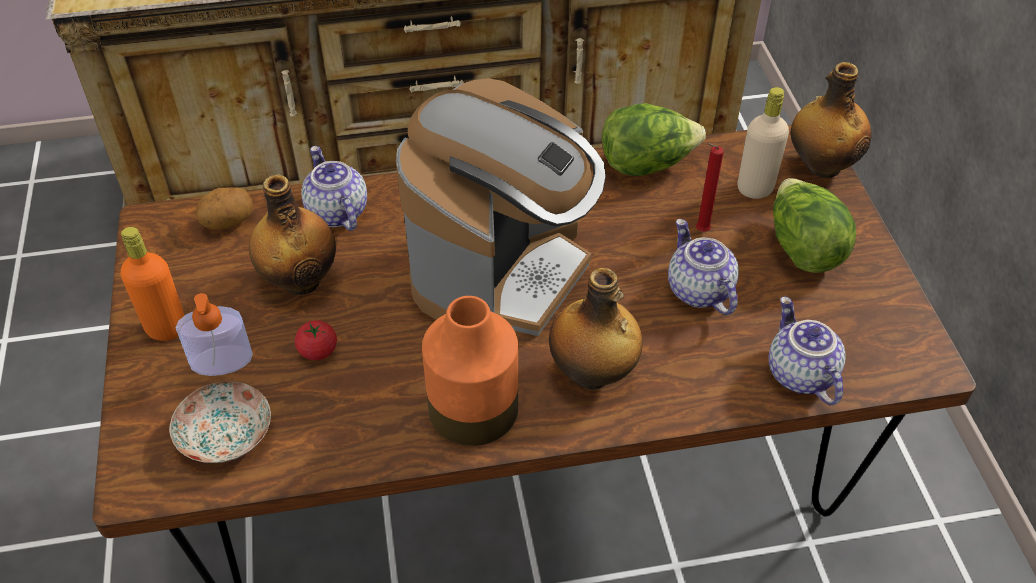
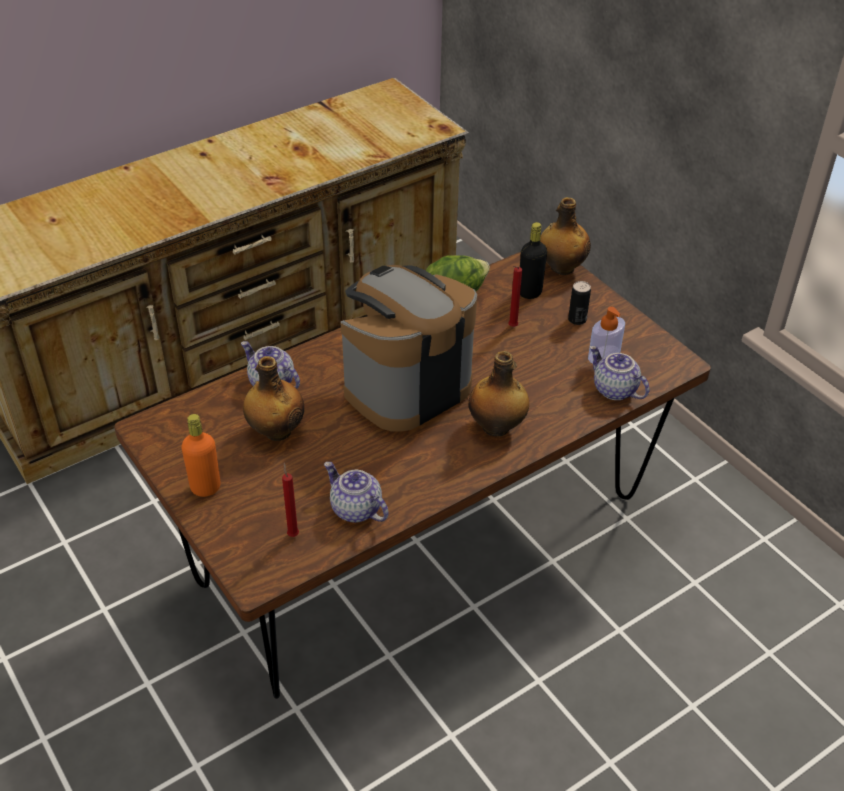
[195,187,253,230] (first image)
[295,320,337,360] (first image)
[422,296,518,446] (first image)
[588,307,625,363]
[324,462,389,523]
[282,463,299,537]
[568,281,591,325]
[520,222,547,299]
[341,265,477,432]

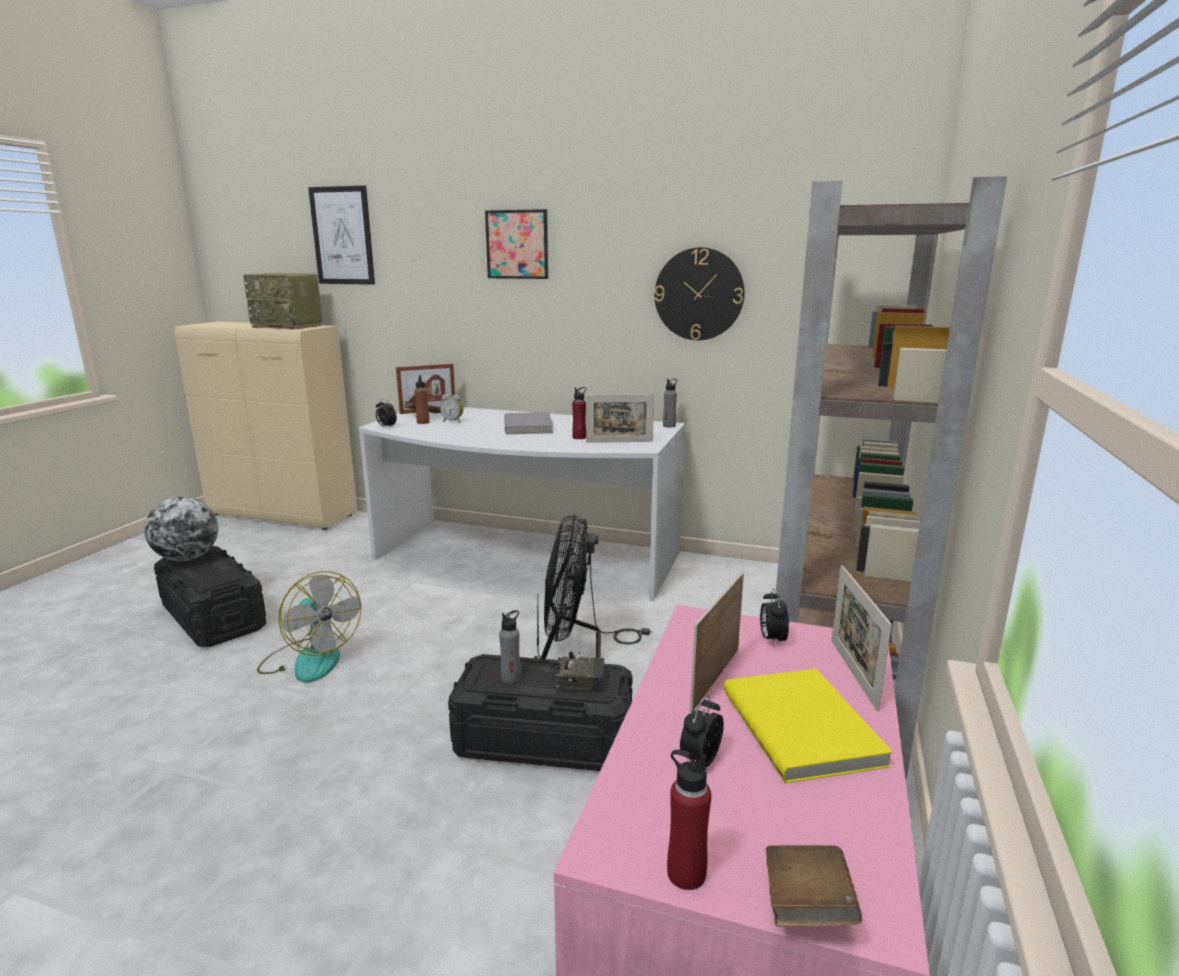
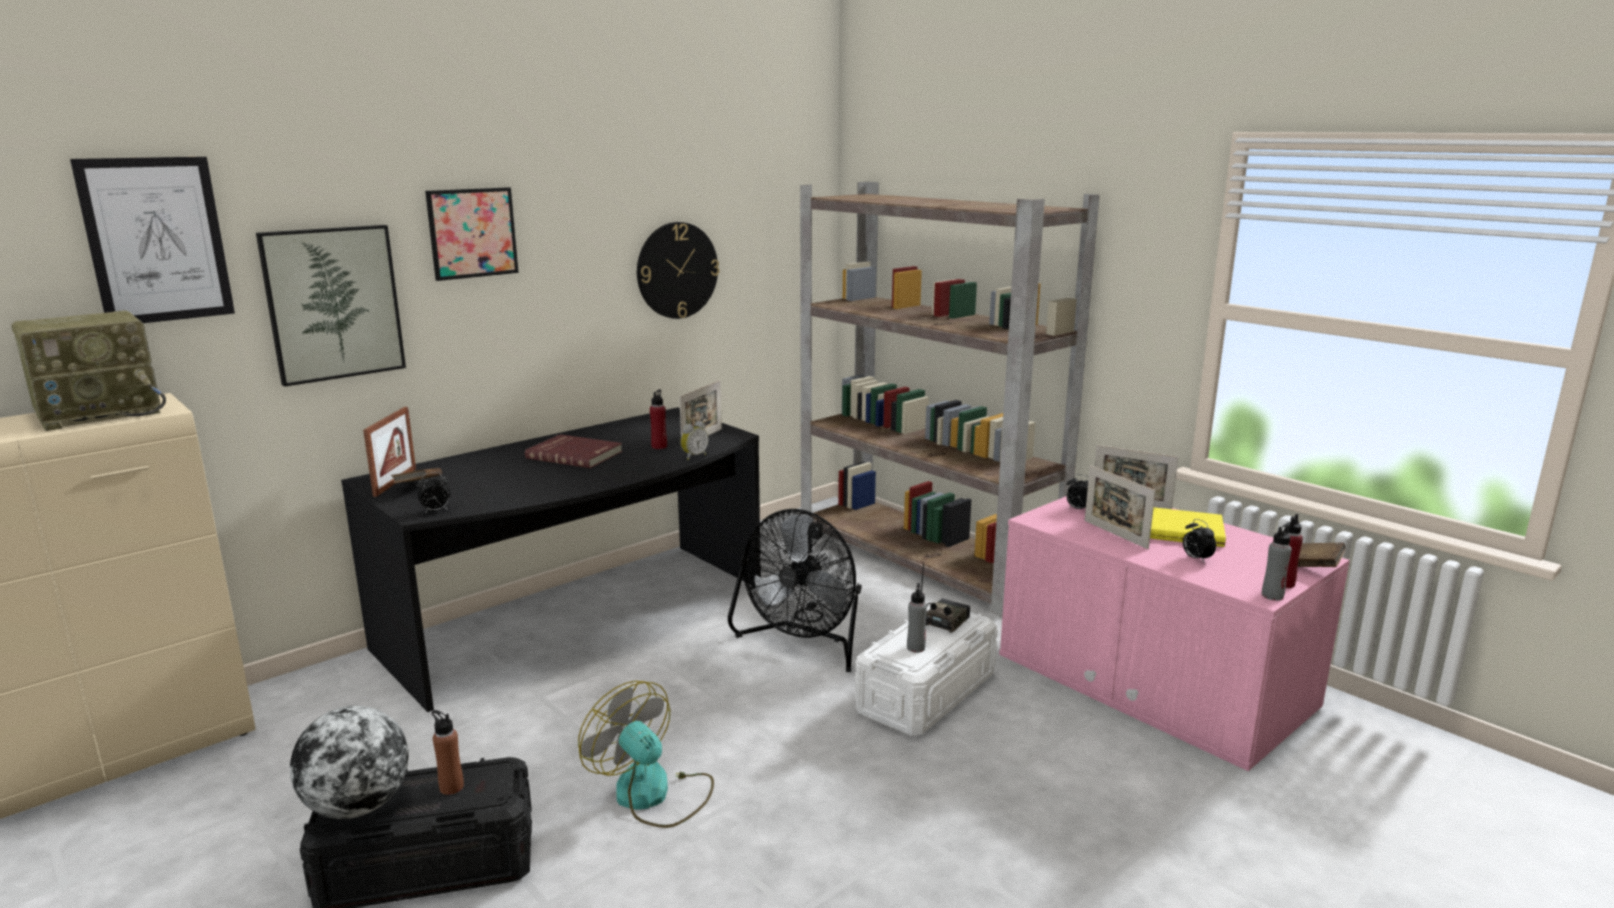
[256,225,406,387]
[432,710,464,795]
[680,421,709,460]
[1262,524,1292,601]
[341,407,761,712]
[855,607,997,736]
[525,434,623,468]
[578,681,714,828]

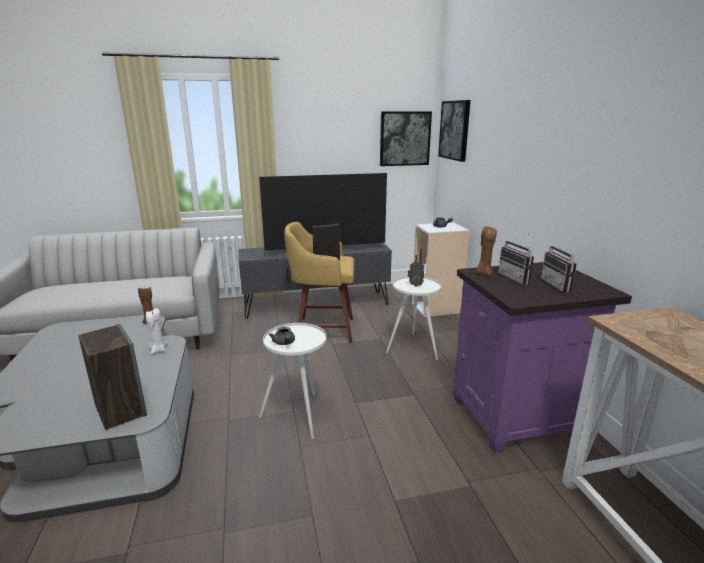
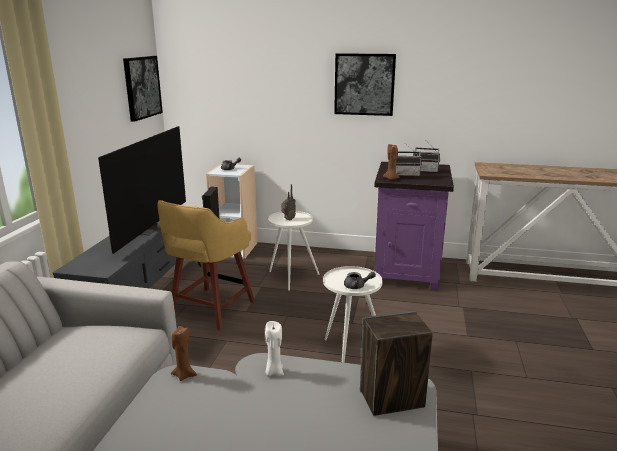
[334,53,396,116]

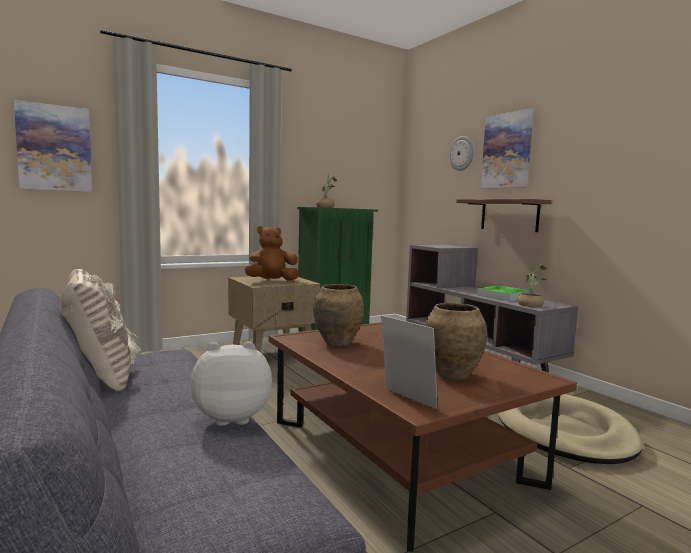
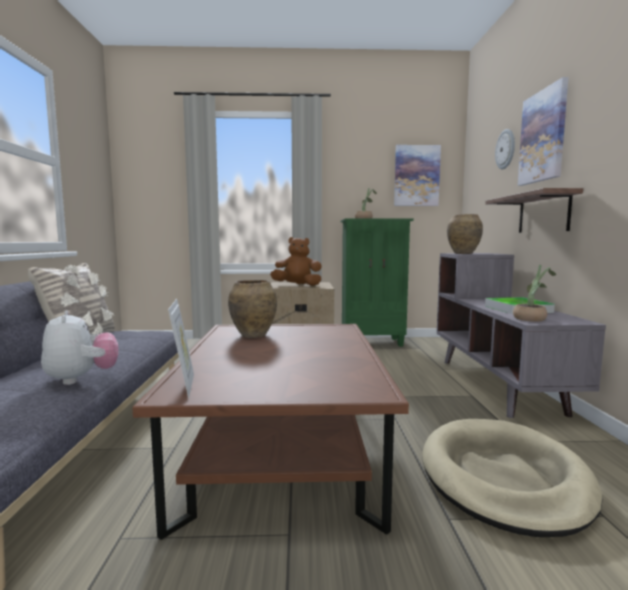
[394,145,441,206]
[447,214,483,254]
[41,311,118,385]

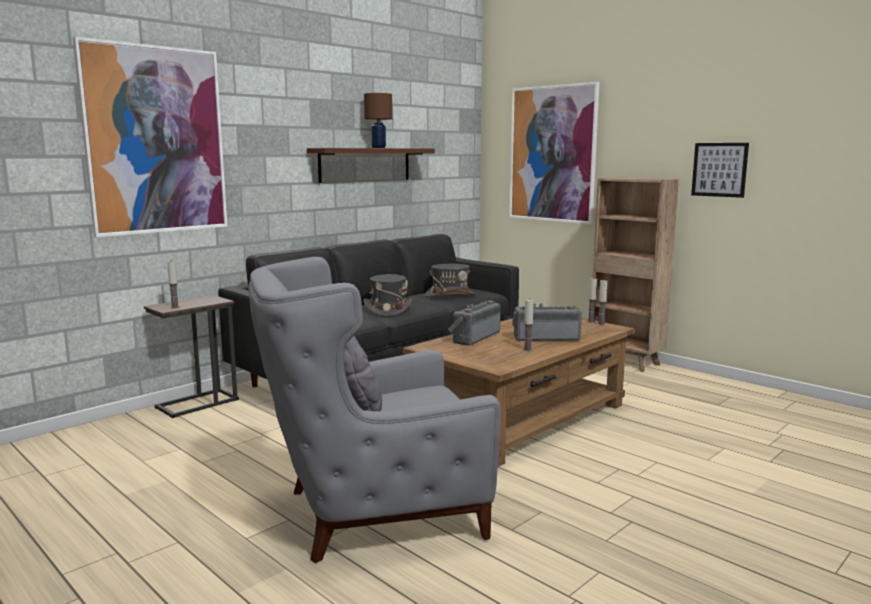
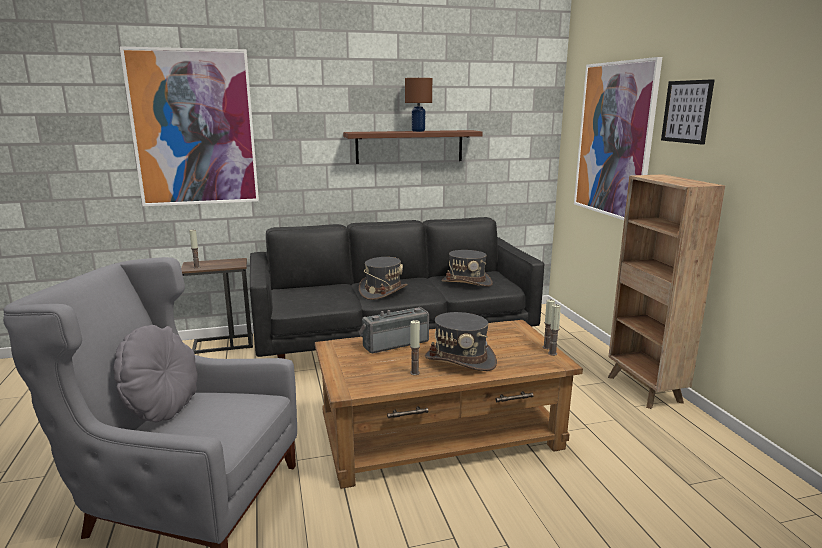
[661,79,715,145]
[425,312,497,371]

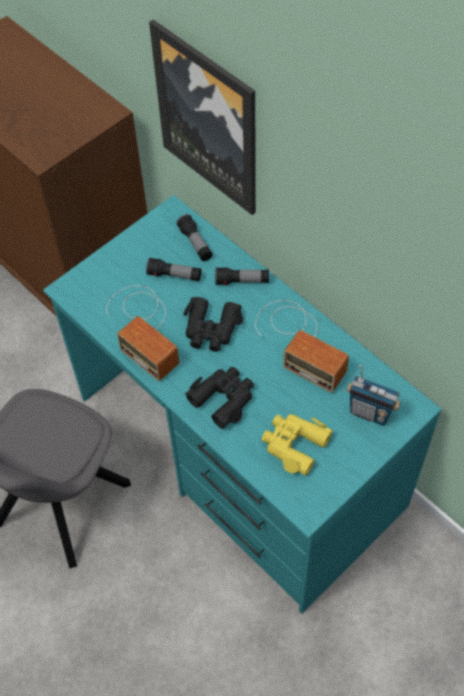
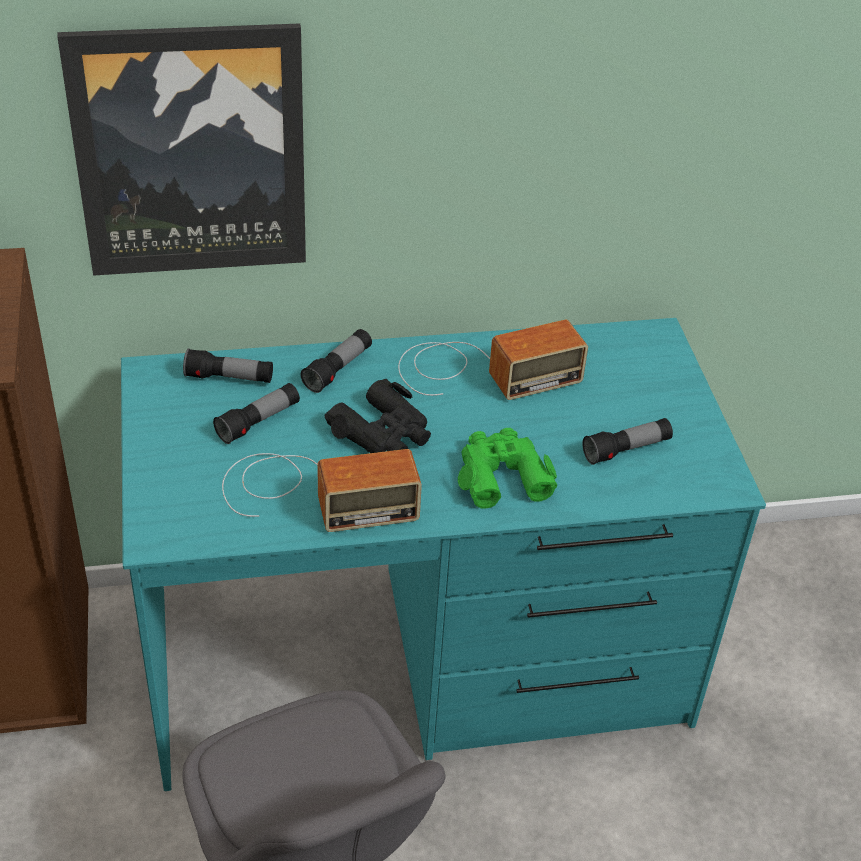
[346,365,401,426] (first image)
[583,418,673,465]
[458,428,557,509]

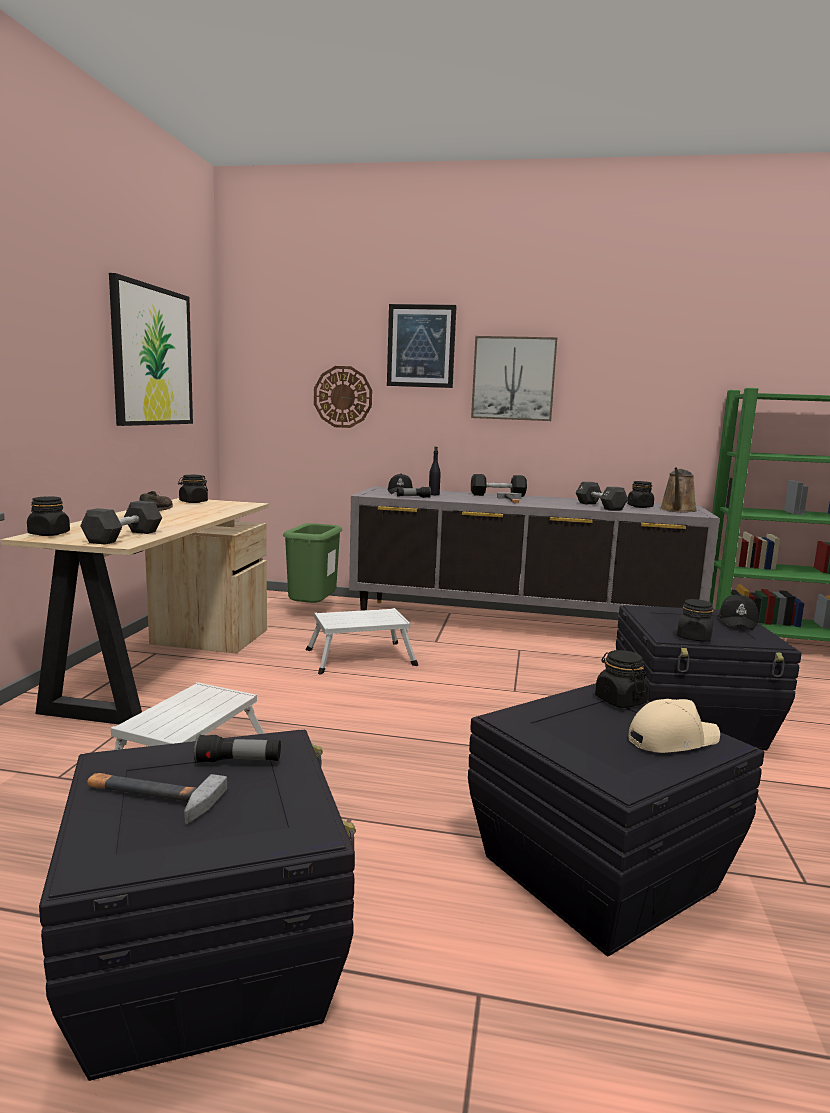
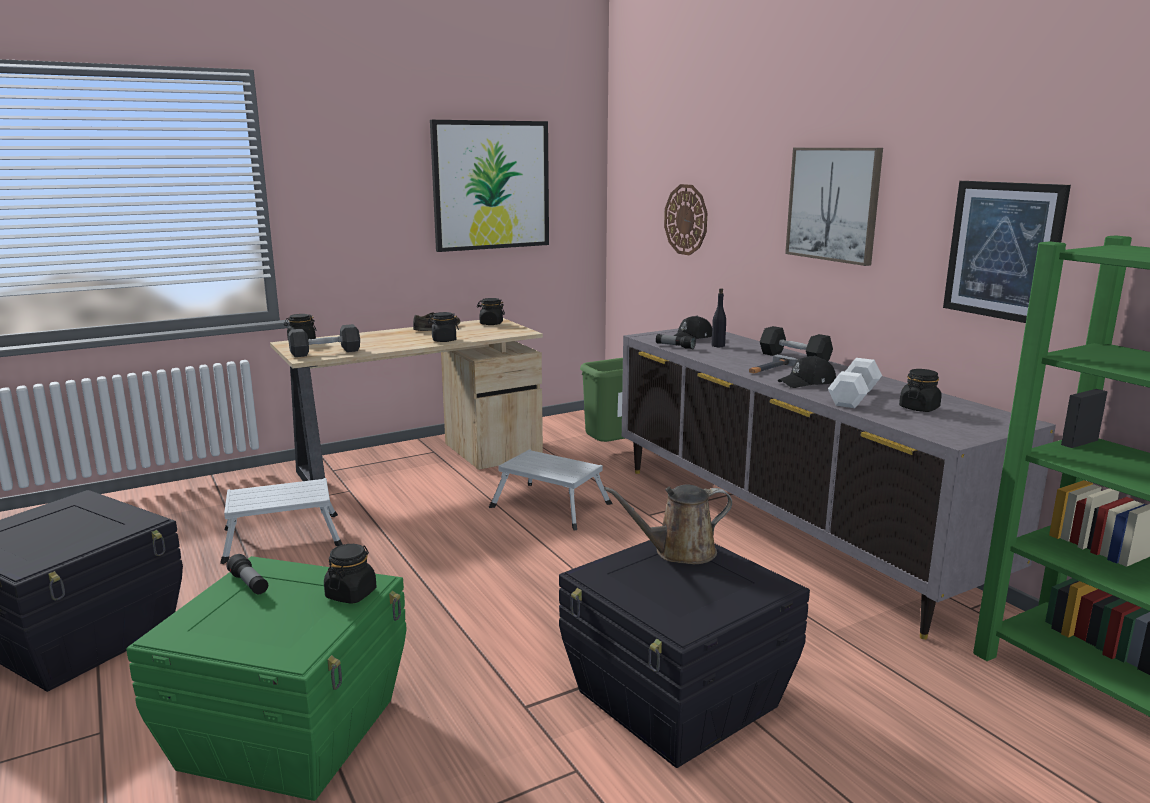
[87,773,227,825] (first image)
[629,699,720,753] (first image)
[226,554,268,594]
[943,181,1071,323]
[604,485,732,564]
[428,312,459,342]
[778,356,836,388]
[126,556,406,801]
[828,358,882,408]

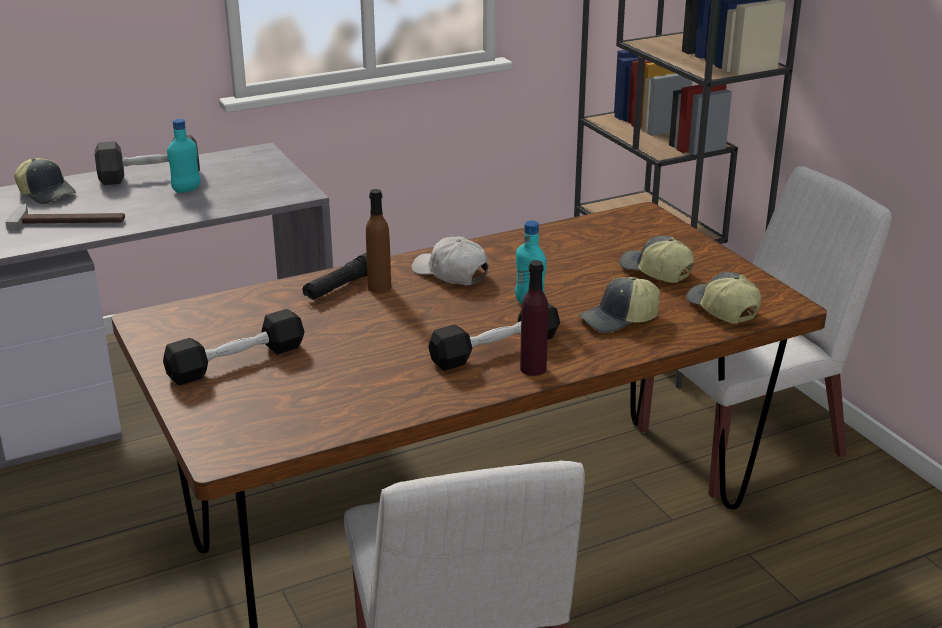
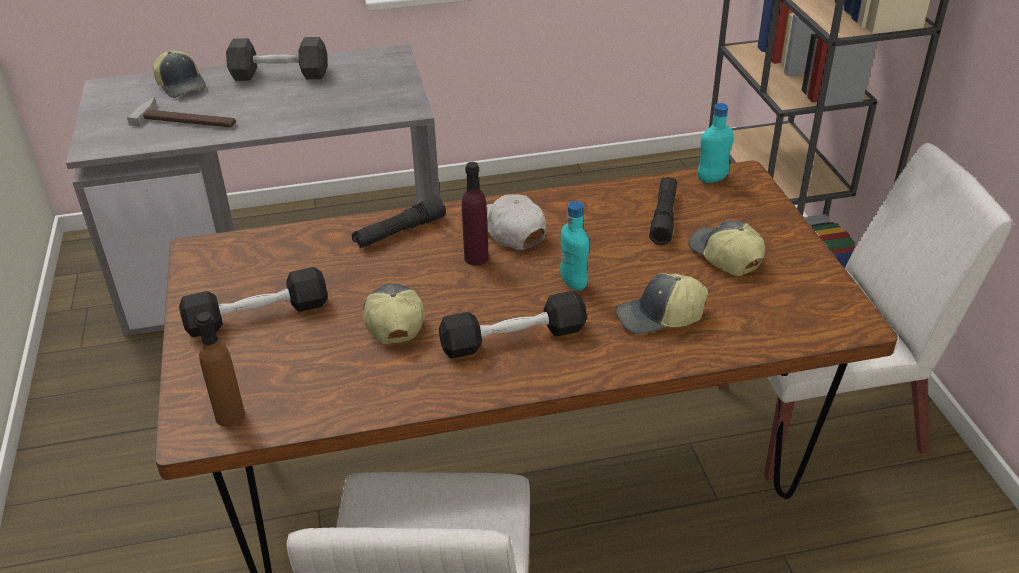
[649,177,677,245]
[697,103,734,183]
[196,312,245,427]
[462,162,489,266]
[363,283,425,344]

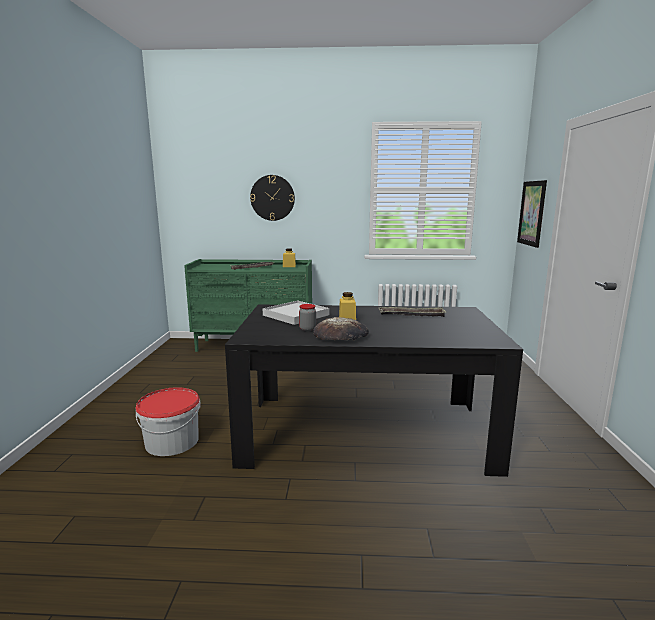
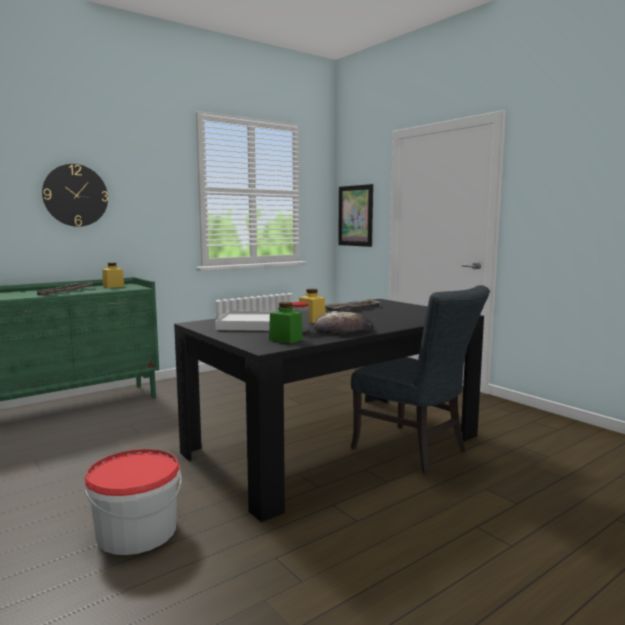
[269,302,303,344]
[351,285,490,475]

